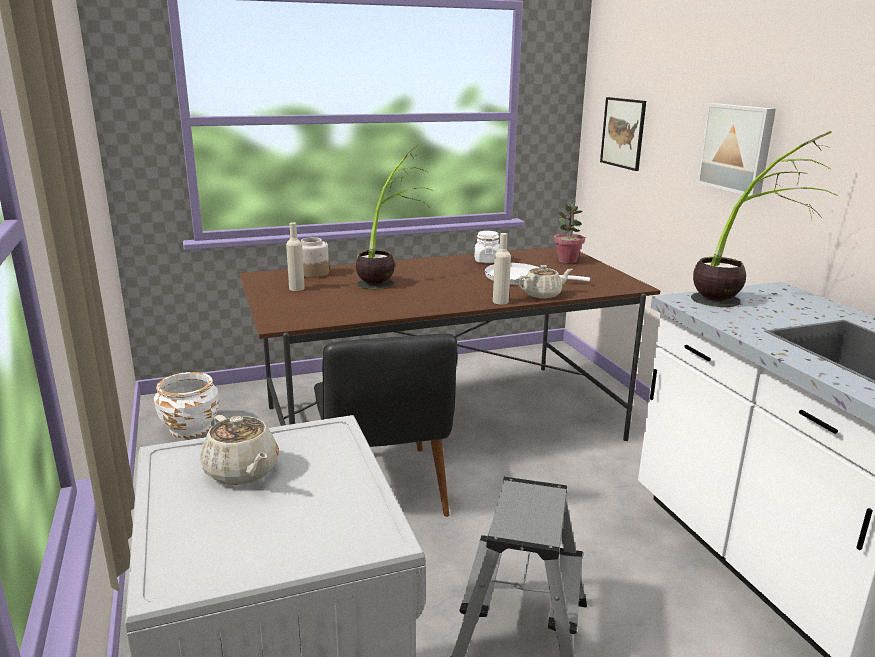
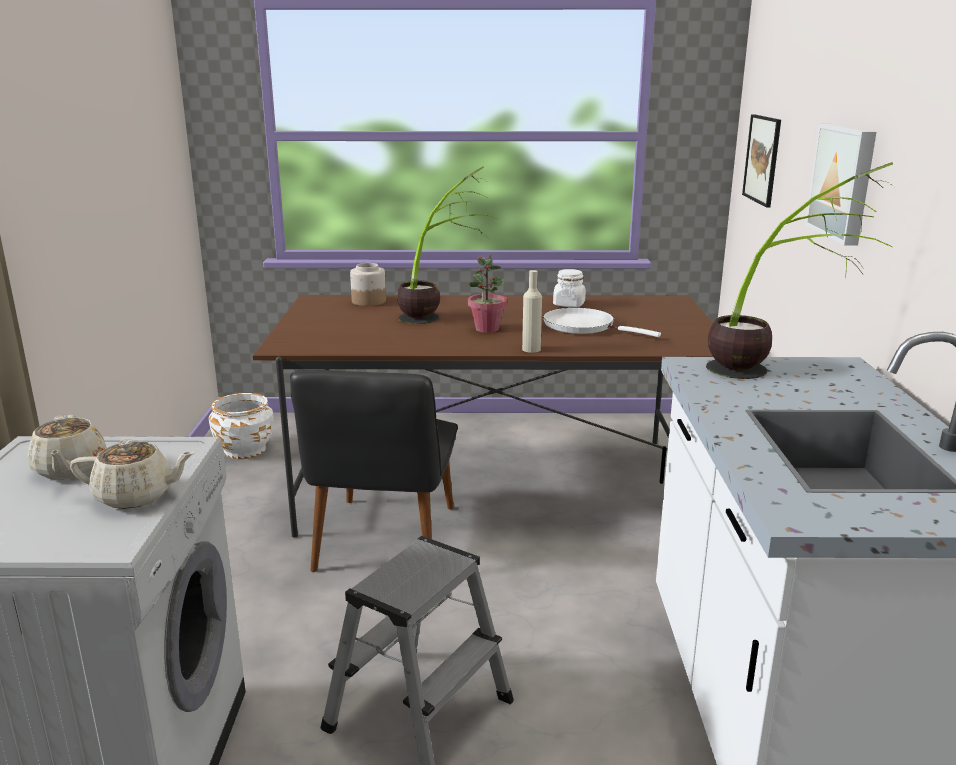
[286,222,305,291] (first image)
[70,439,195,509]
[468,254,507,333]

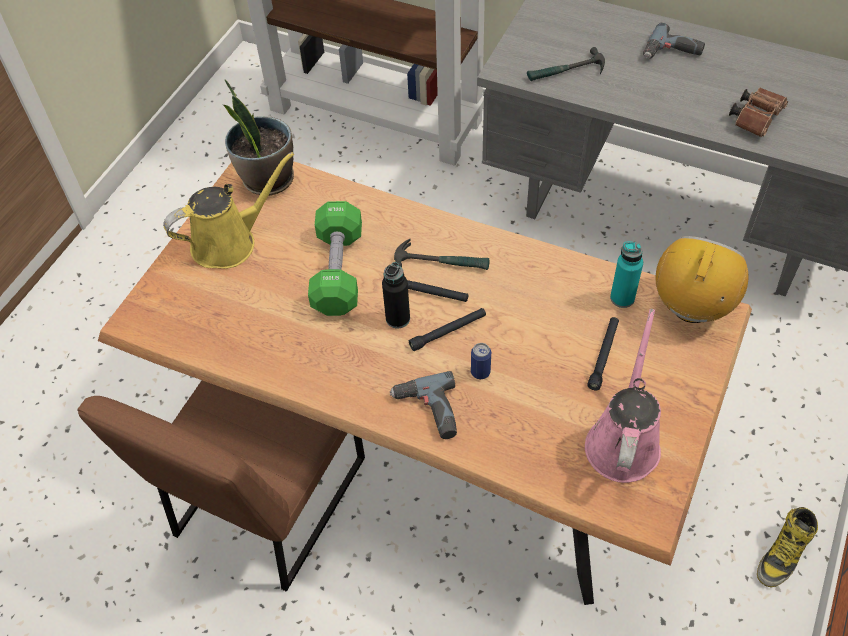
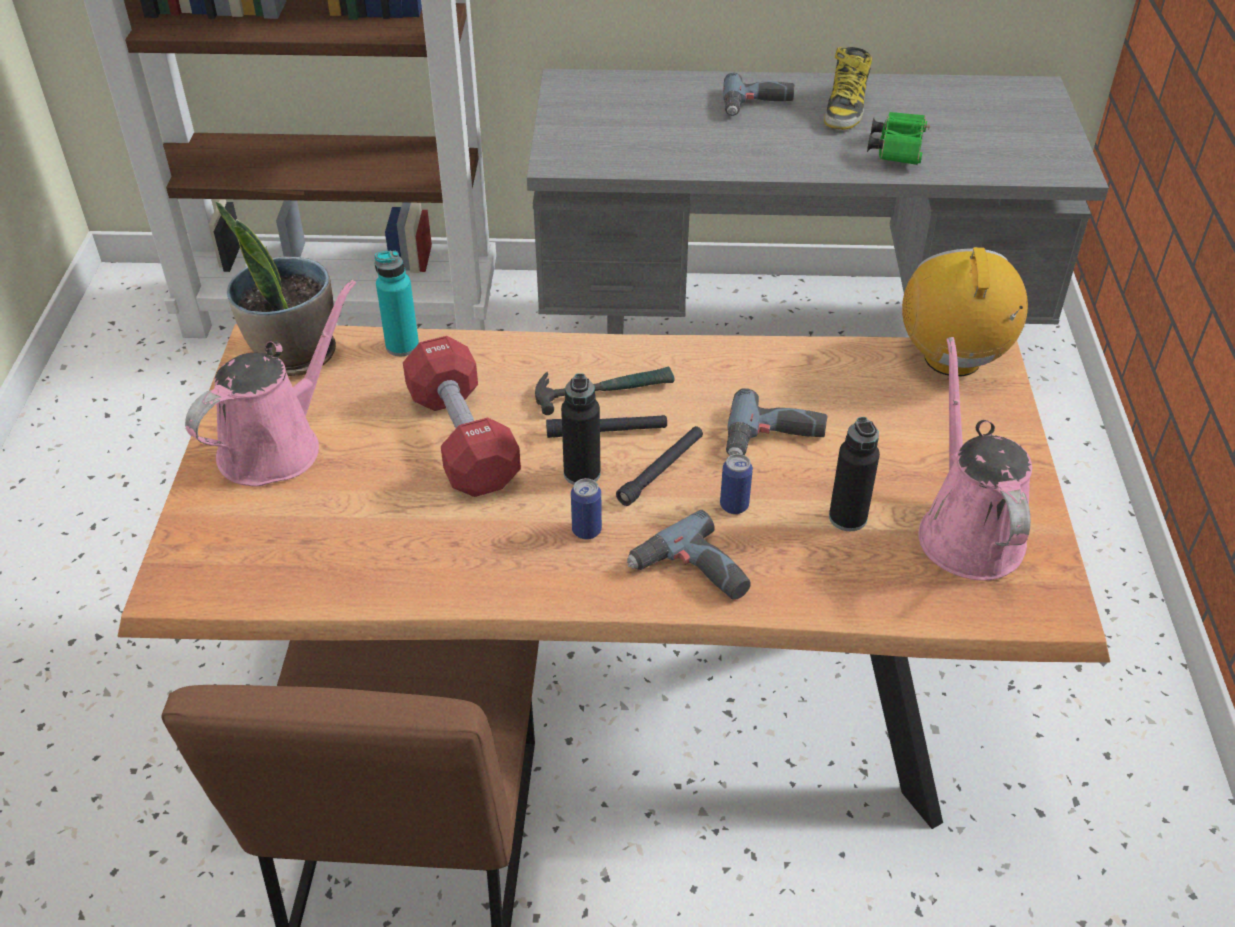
[527,47,605,81] (first image)
[587,317,619,390] (first image)
[571,478,602,540]
[726,388,828,456]
[829,417,880,531]
[374,251,419,356]
[824,47,872,130]
[185,279,356,486]
[403,336,521,497]
[867,112,930,165]

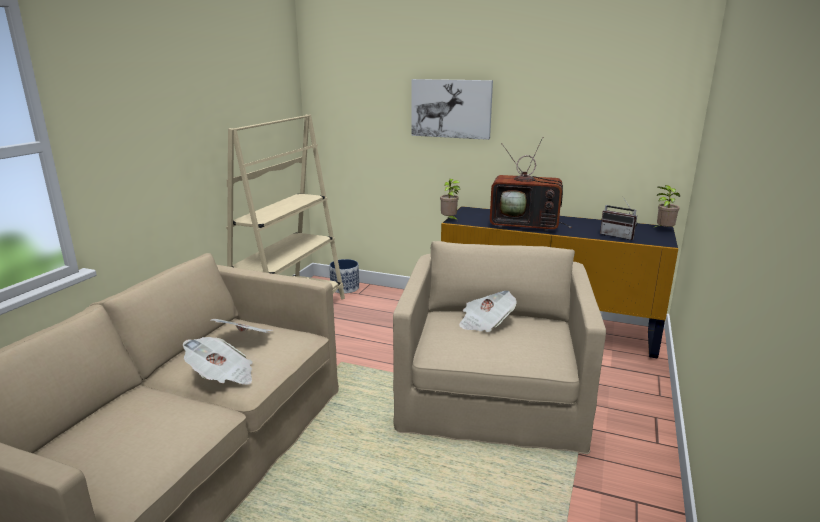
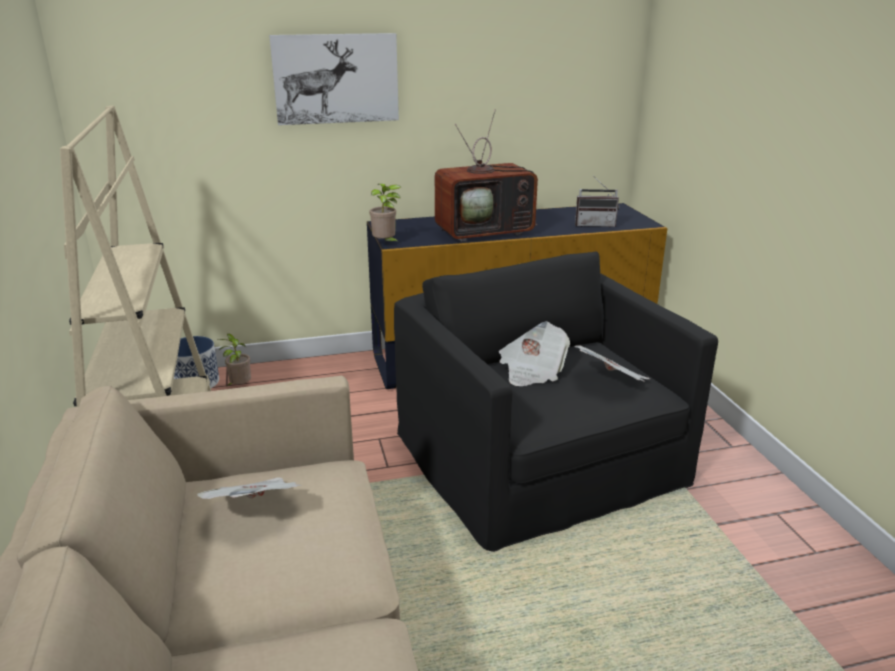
[574,345,650,381]
[219,334,251,387]
[394,252,718,552]

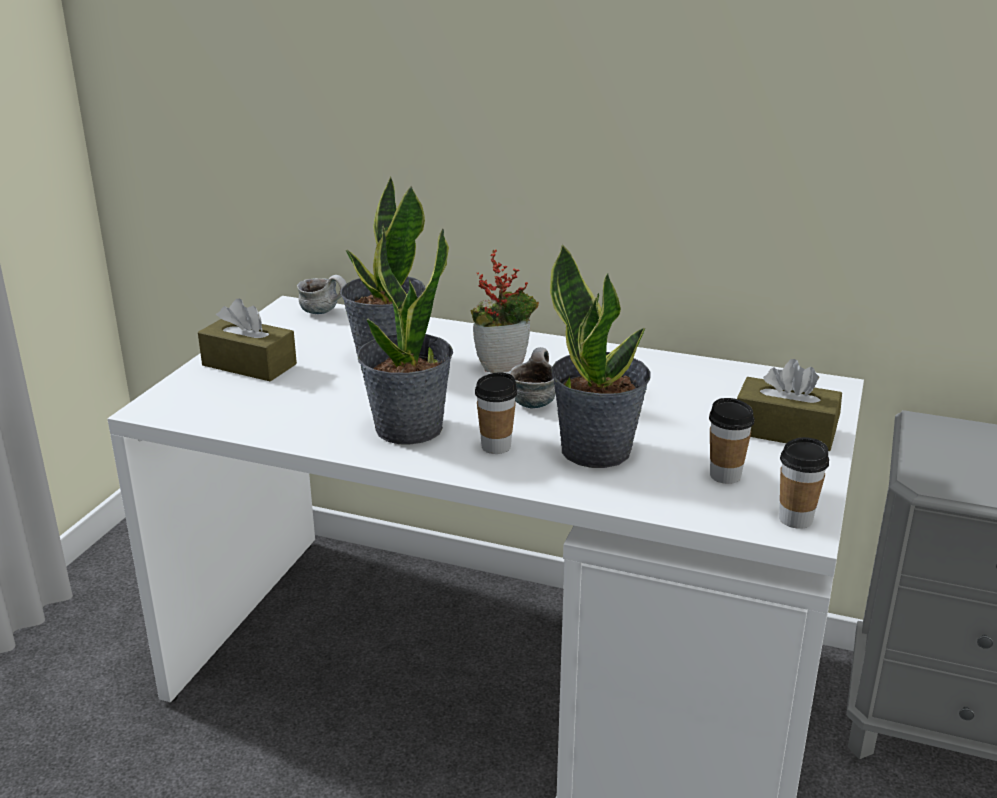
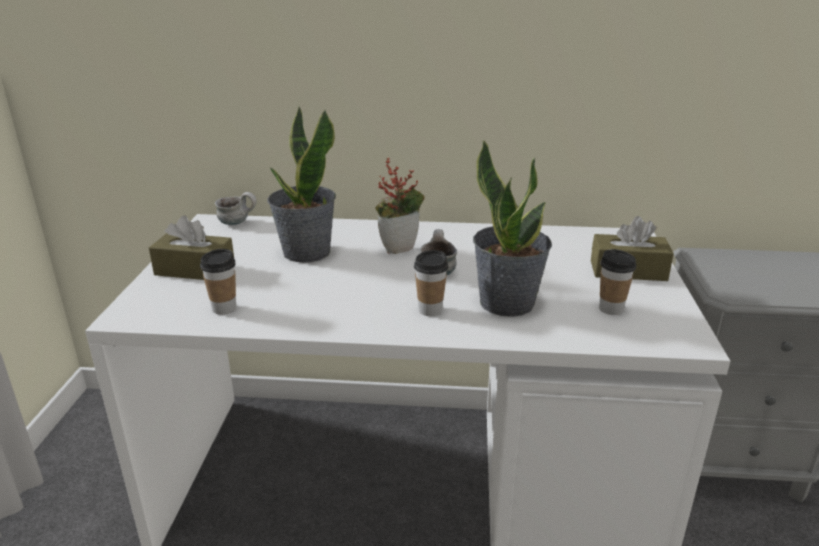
[357,226,453,444] (first image)
[200,249,236,315]

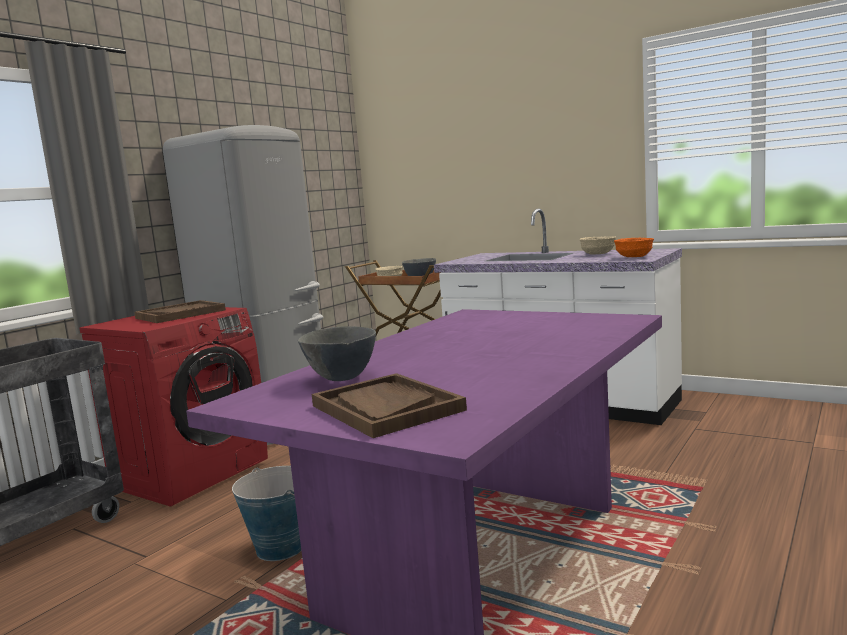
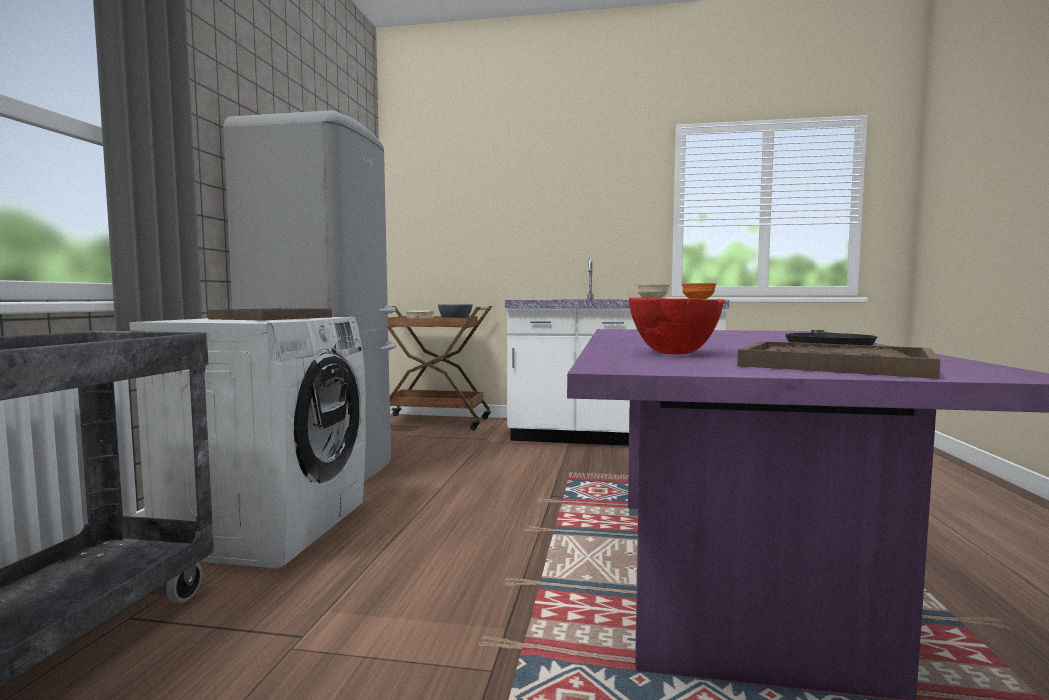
[232,466,301,561] (first image)
[785,330,877,346]
[129,317,366,568]
[629,297,725,354]

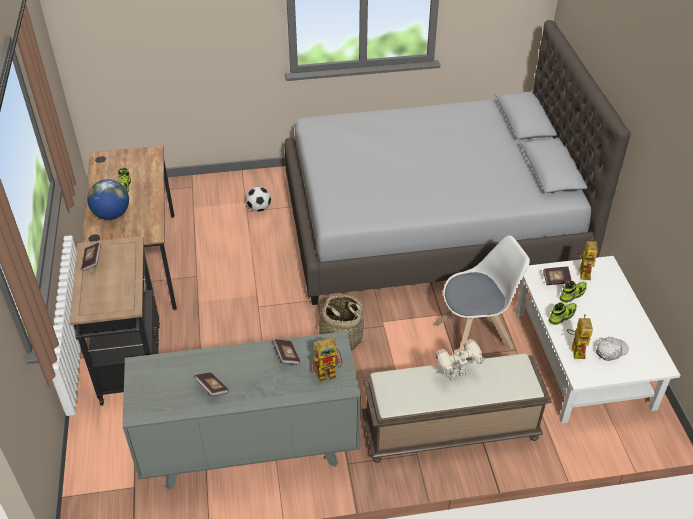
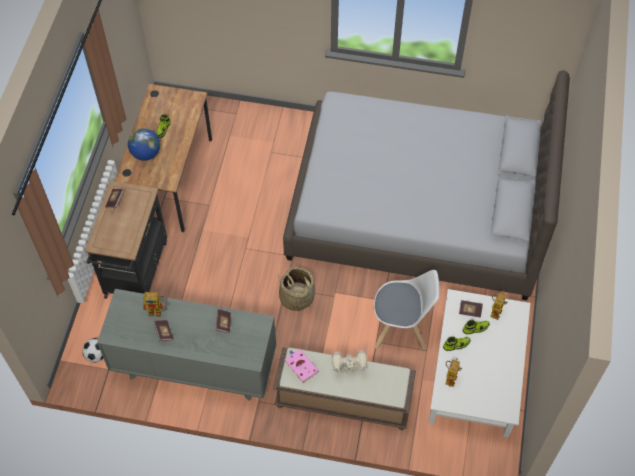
[596,337,629,361] (first image)
[285,349,319,383]
[82,338,103,363]
[143,292,167,317]

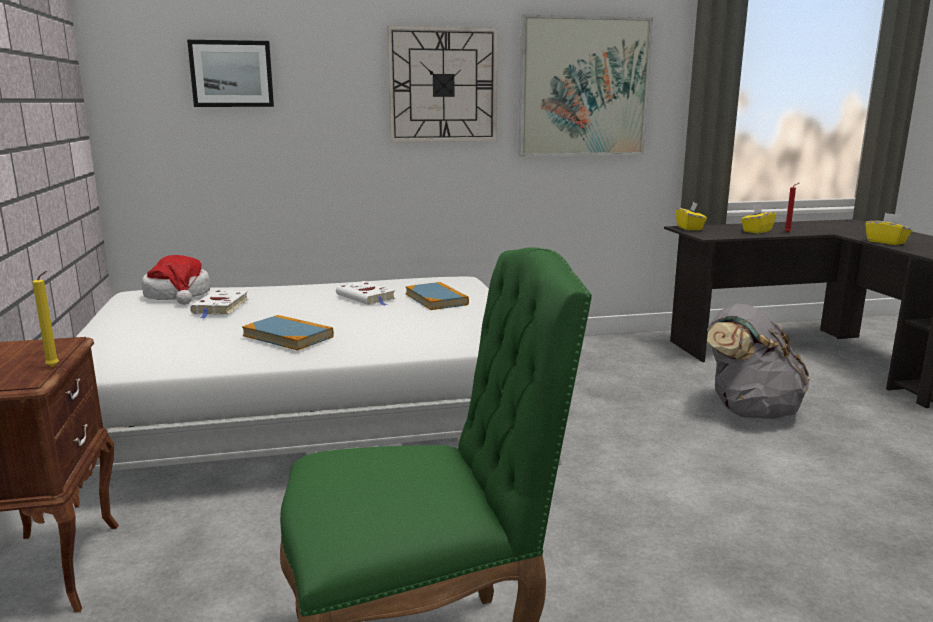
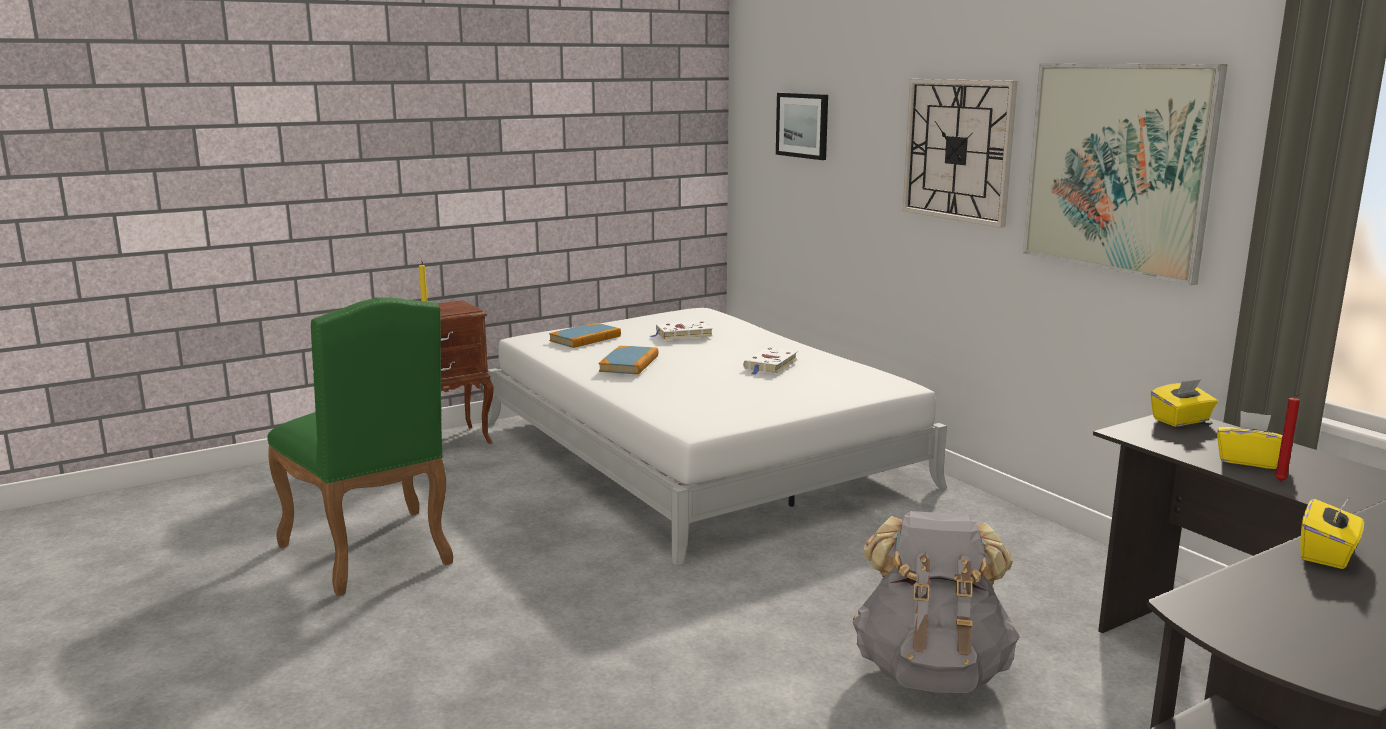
[142,255,210,305] (first image)
[549,323,621,348]

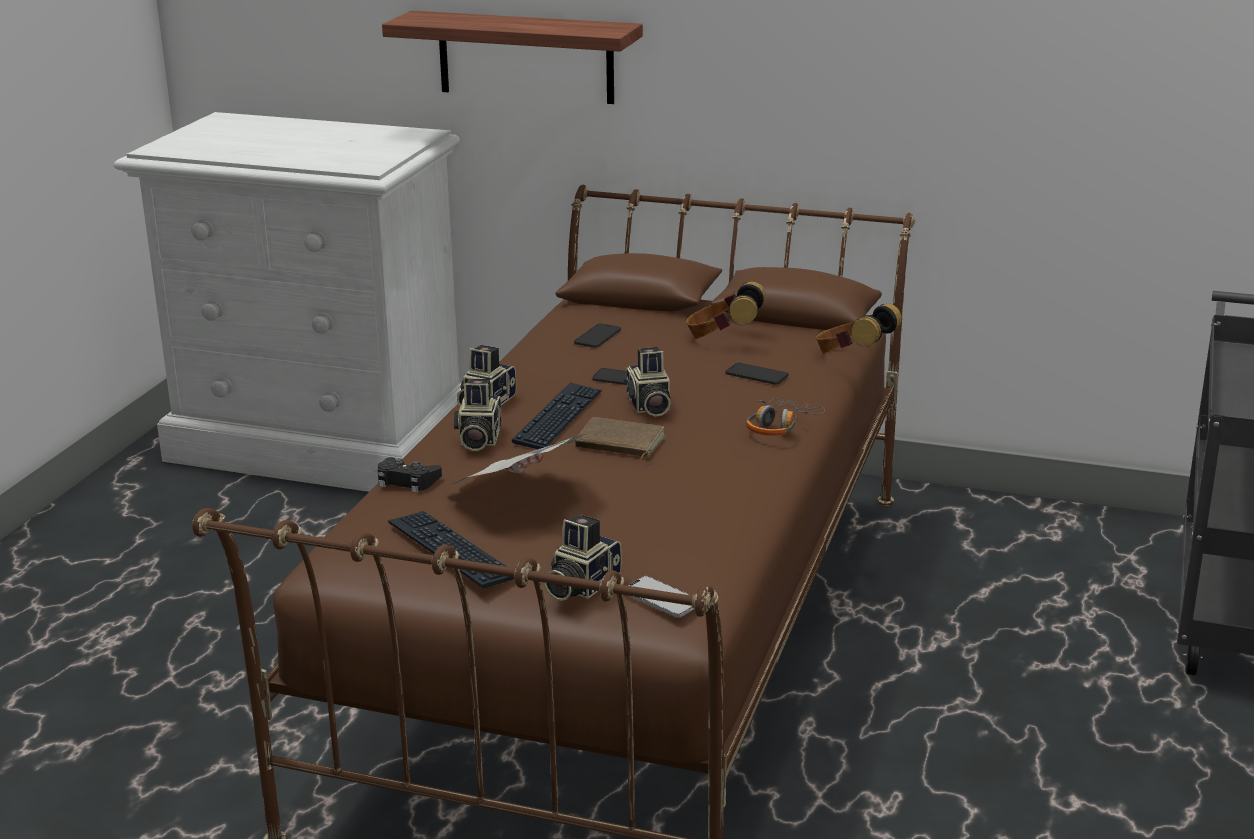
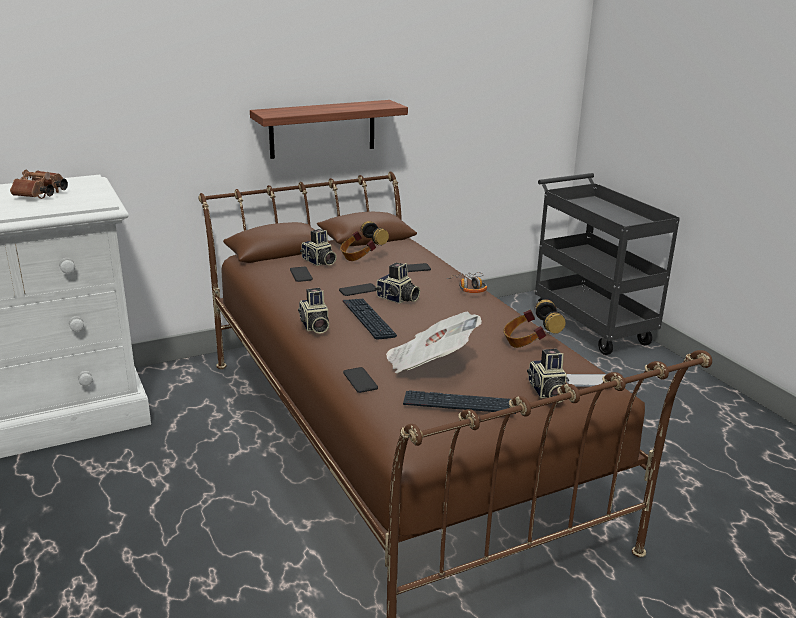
[575,417,666,459] (first image)
[10,170,68,199]
[250,100,408,159]
[300,229,337,266]
[504,299,566,348]
[343,367,378,393]

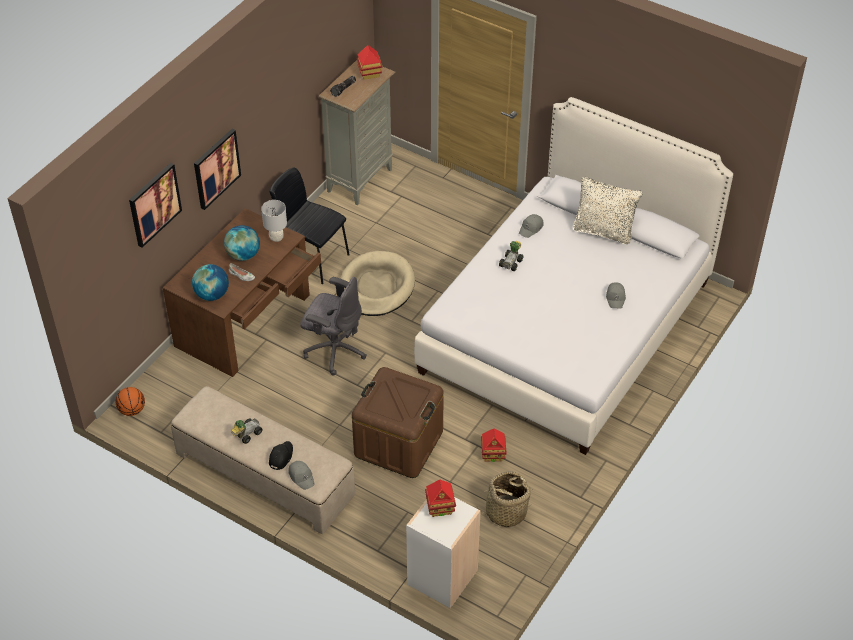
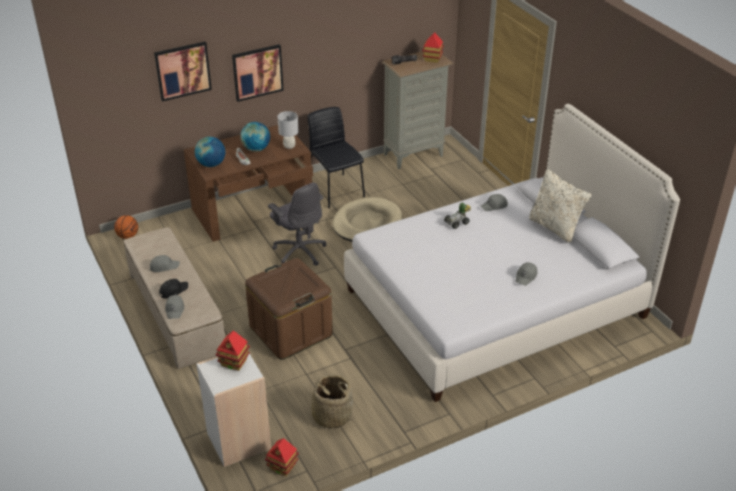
[265,438,299,476]
[150,255,180,272]

